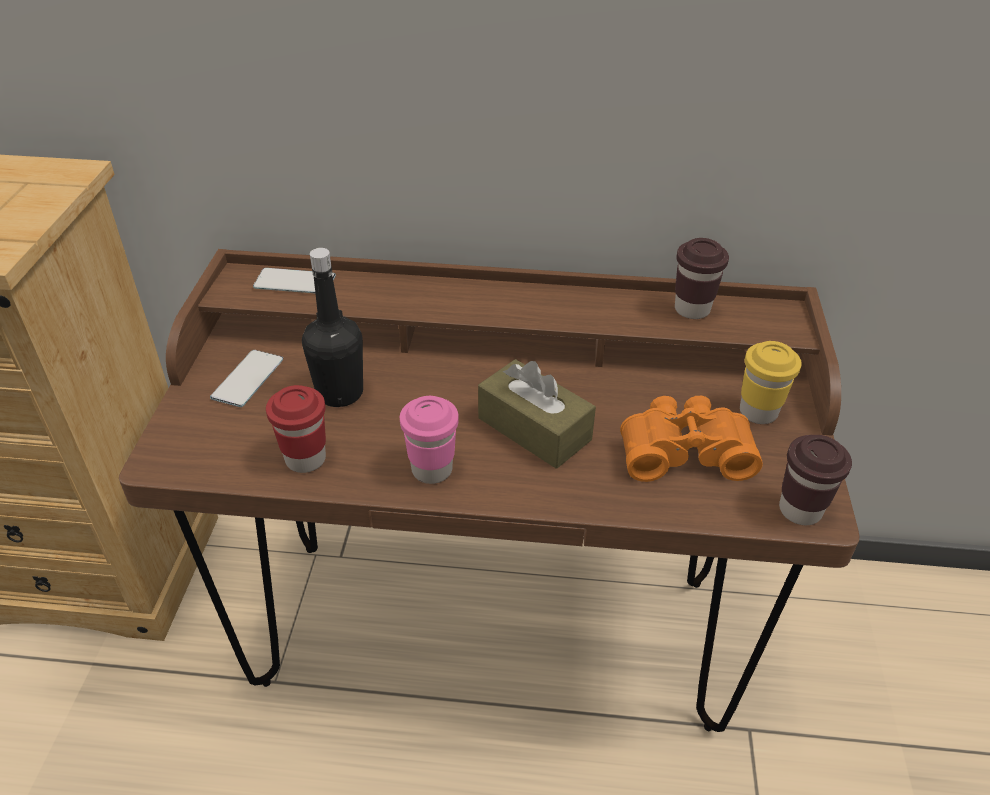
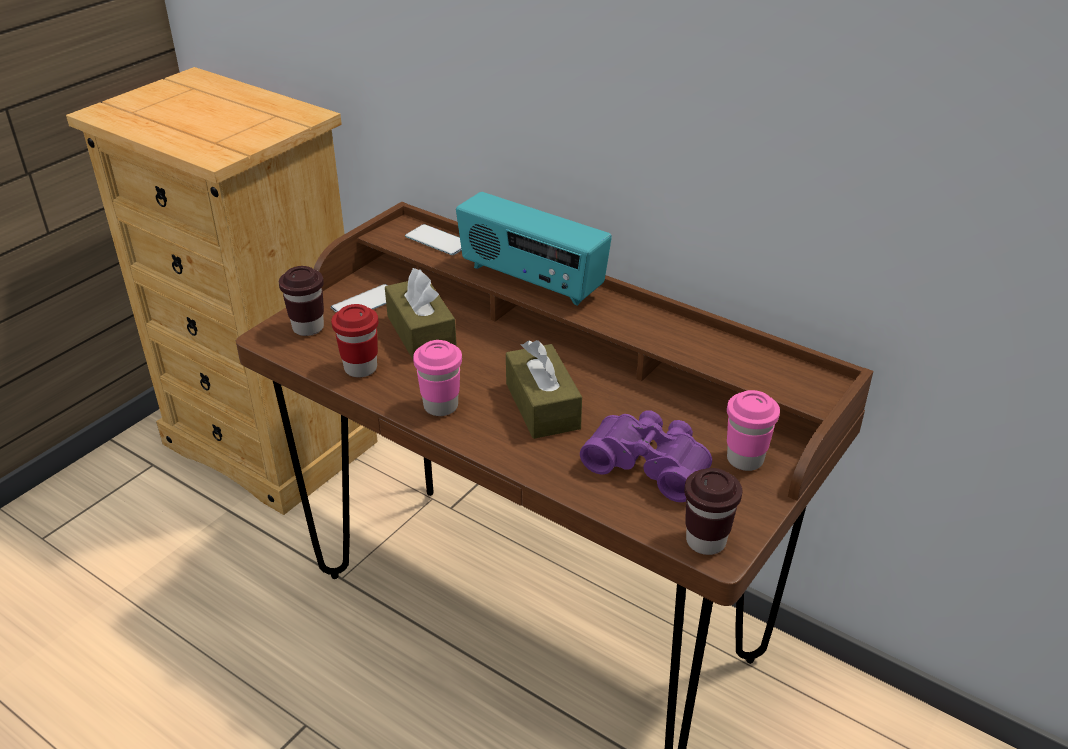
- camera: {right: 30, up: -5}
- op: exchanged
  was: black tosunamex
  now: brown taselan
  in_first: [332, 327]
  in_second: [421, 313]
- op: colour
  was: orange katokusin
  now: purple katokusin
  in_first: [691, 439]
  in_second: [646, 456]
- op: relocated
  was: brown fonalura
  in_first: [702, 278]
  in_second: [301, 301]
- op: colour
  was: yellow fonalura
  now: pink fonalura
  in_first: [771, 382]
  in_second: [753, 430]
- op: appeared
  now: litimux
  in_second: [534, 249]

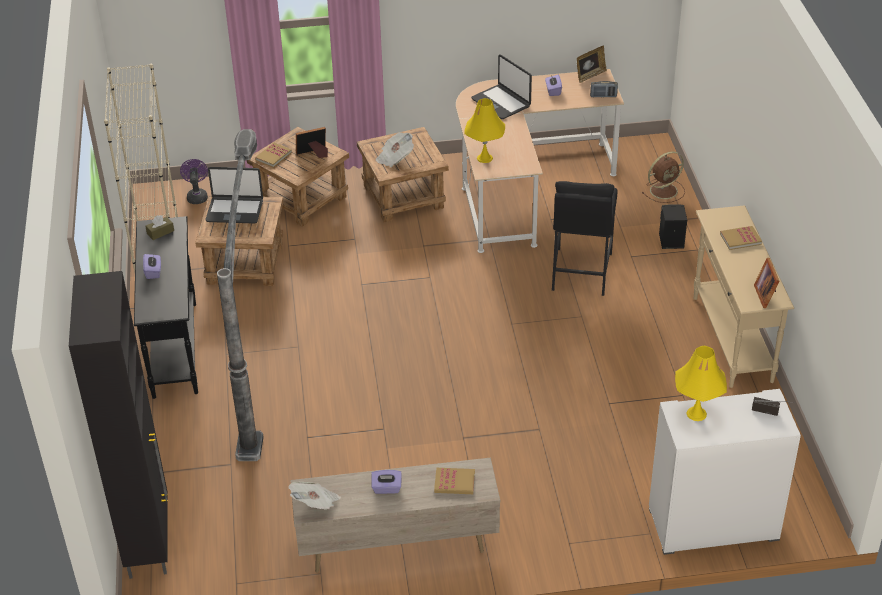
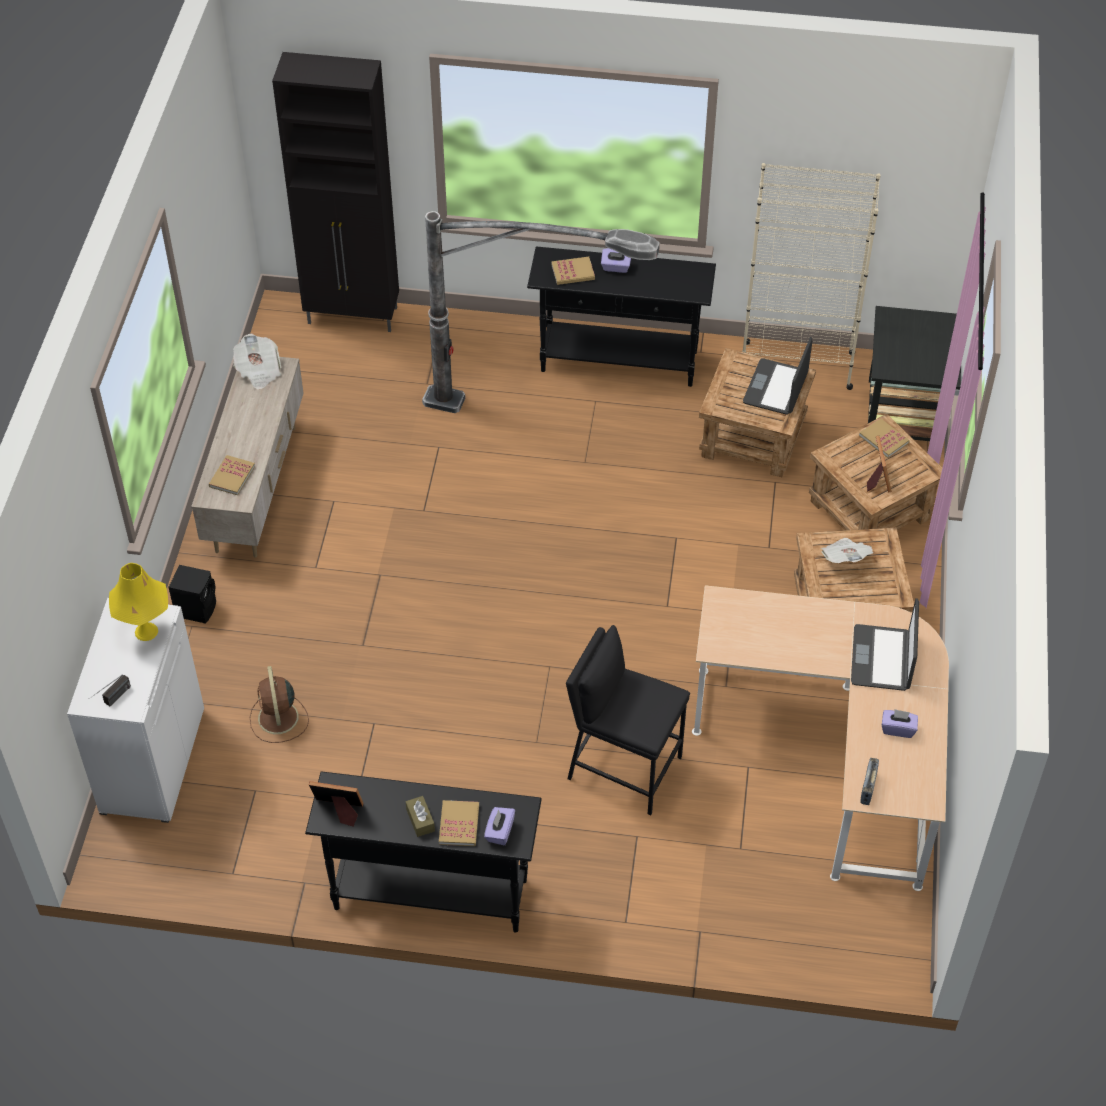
- camera: {right: 105, up: 10}
- op: relocated
  was: brown taselan
  in_first: [159, 227]
  in_second: [420, 816]
- op: exchanged
  was: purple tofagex
  now: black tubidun
  in_first: [194, 181]
  in_second: [914, 373]
- op: relocated
  was: purple taselan
  in_first: [386, 482]
  in_second: [499, 826]
- op: missing
  was: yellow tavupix
  in_first: [484, 130]
- op: spun
  was: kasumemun
  in_first: [501, 87]
  in_second: [885, 644]
  clockwise: -60
- op: missing
  was: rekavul
  in_first: [592, 64]
- op: relocated
  was: brown tofagex
  in_first: [663, 177]
  in_second: [279, 704]
- op: relocated
  was: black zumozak
  in_first: [673, 226]
  in_second: [192, 594]
- op: colour
  was: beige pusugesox
  now: black pusugesox
  in_first: [743, 296]
  in_second: [423, 852]
- op: appeared
  now: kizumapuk
  in_second: [573, 271]

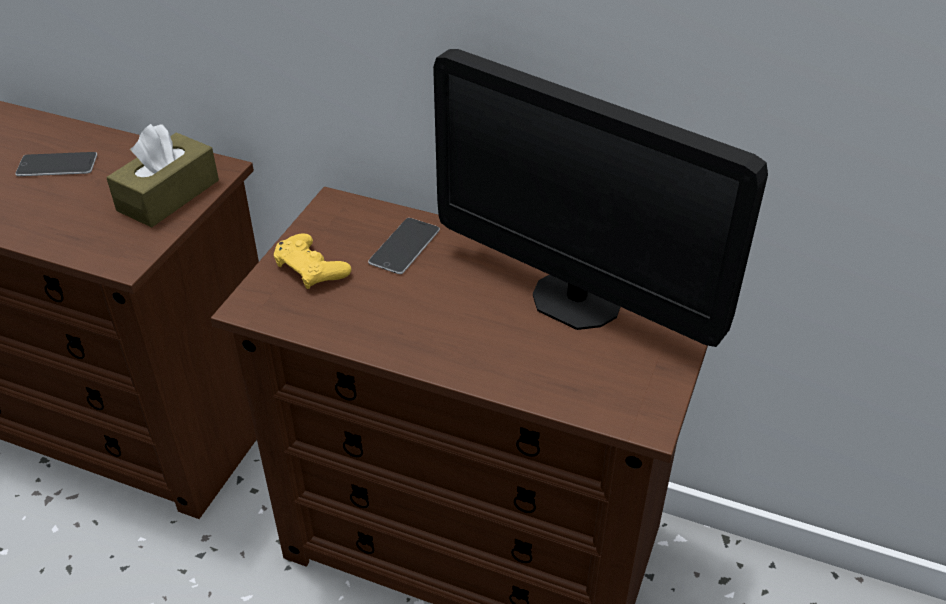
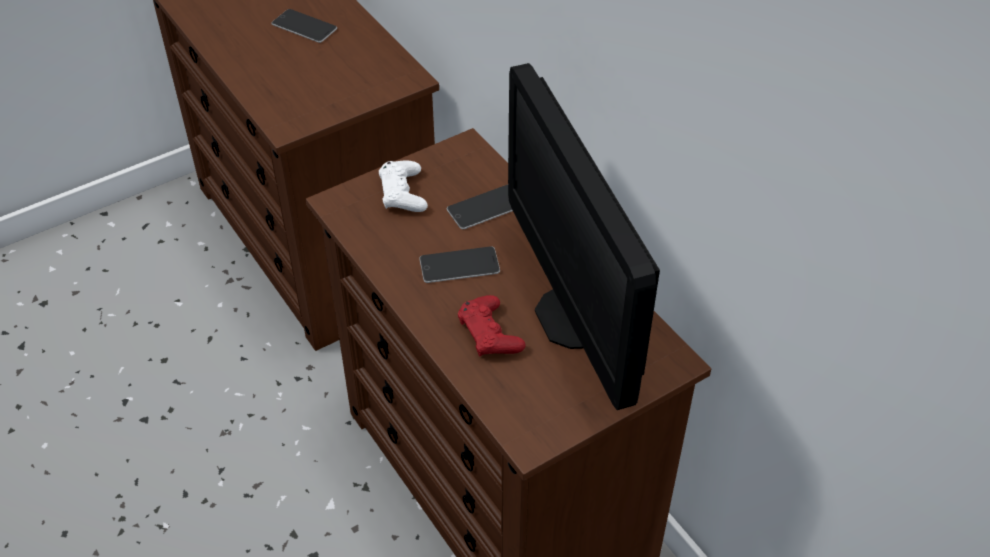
- camera: {right: 35, up: 5}
- op: missing
  was: brown taselan
  in_first: [162, 175]
- op: colour
  was: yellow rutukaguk
  now: white rutukaguk
  in_first: [312, 261]
  in_second: [403, 186]
- op: appeared
  now: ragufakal
  in_second: [459, 264]
- op: appeared
  now: red rutukaguk
  in_second: [492, 325]

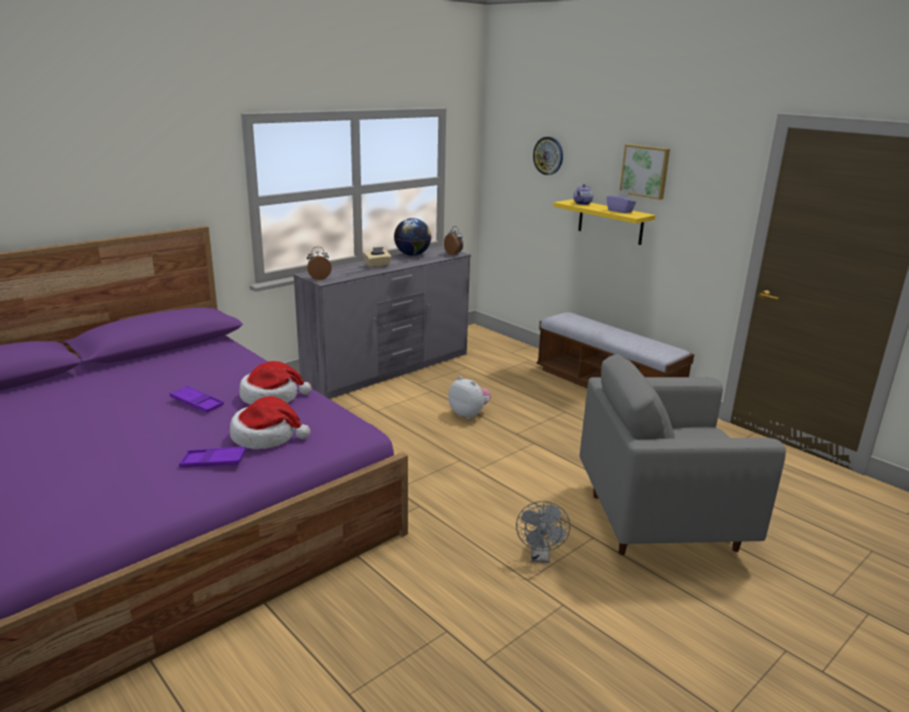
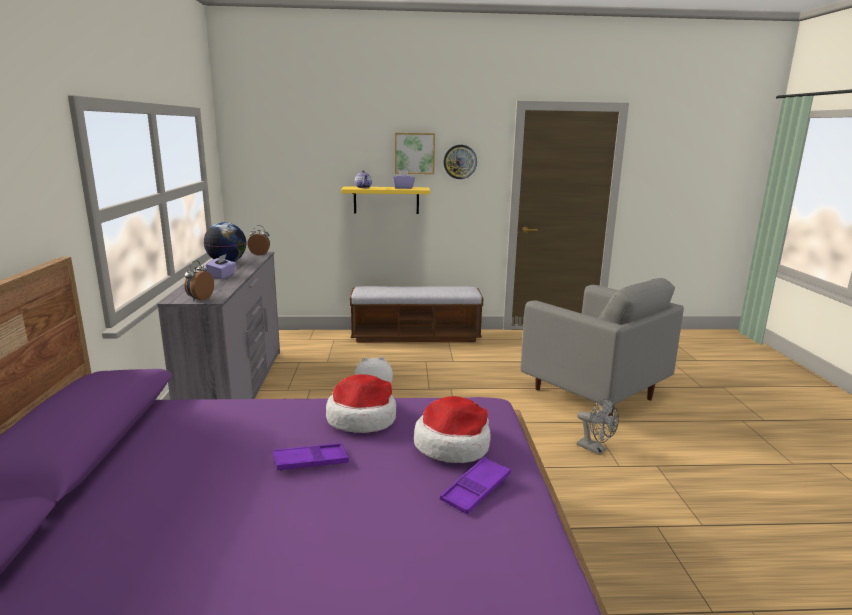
- camera: {right: -50, up: -5}
- op: colour
  was: beige taselan
  now: purple taselan
  in_first: [377, 257]
  in_second: [221, 266]
- op: relocated
  was: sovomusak
  in_first: [548, 156]
  in_second: [460, 162]
- op: spun
  was: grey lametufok
  in_first: [683, 454]
  in_second: [602, 347]
  clockwise: -75

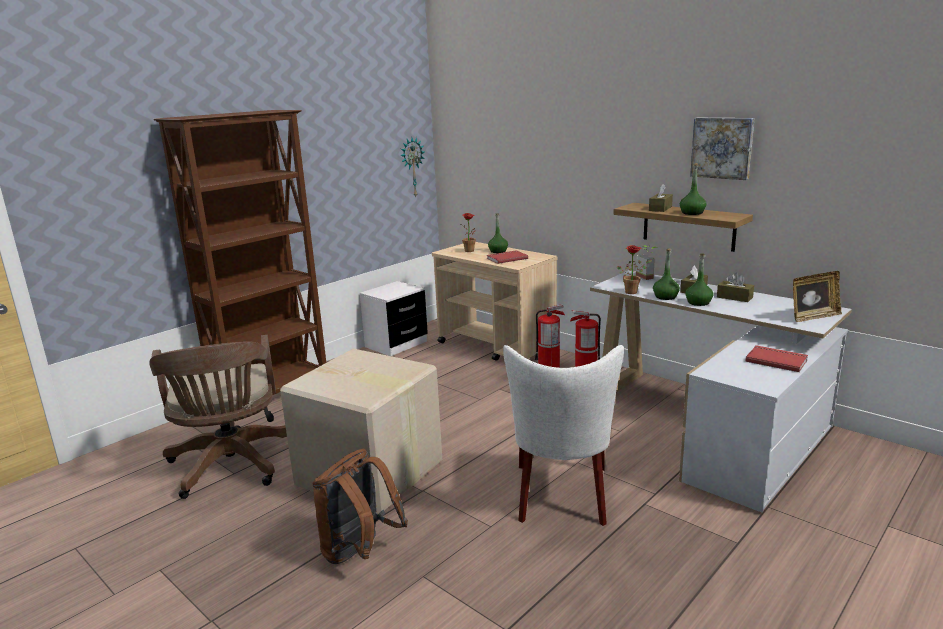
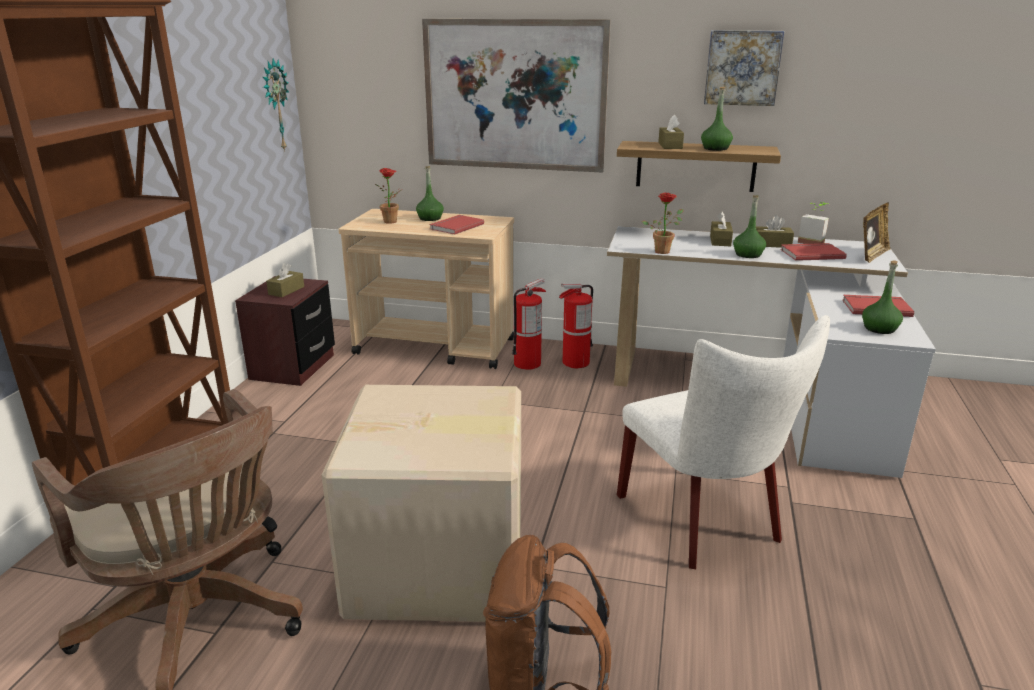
- camera: {right: -30, up: 5}
- op: colour
  was: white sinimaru
  now: brown sinimaru
  in_first: [394, 318]
  in_second: [285, 331]
- op: relocated
  was: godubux
  in_first: [646, 263]
  in_second: [813, 223]
- op: relocated
  was: green tosunamex
  in_first: [666, 274]
  in_second: [882, 297]
- op: appeared
  now: brown taselan
  in_second: [285, 280]
- op: appeared
  now: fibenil
  in_second: [516, 96]
- op: appeared
  now: red kizumapuk
  in_second: [813, 252]

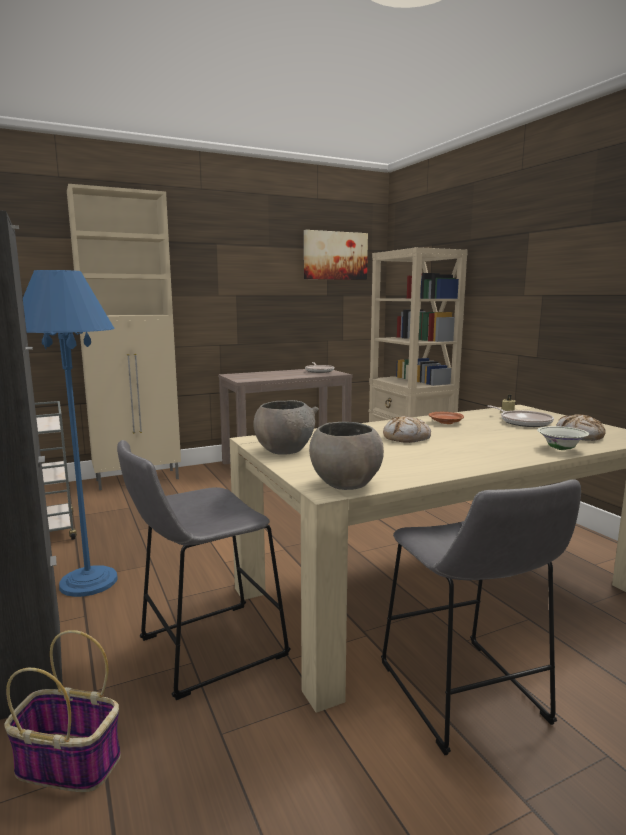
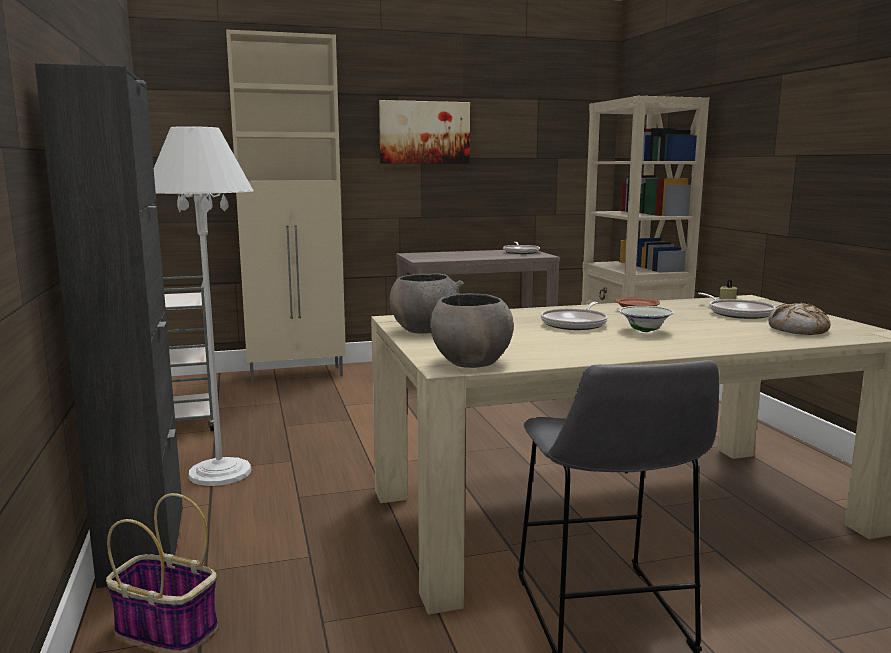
- camera: {right: 10, up: 0}
- op: colour
  was: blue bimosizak
  now: white bimosizak
  in_first: [70, 433]
  in_second: [204, 306]
- op: missing
  was: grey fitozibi
  in_first: [204, 570]
- op: relocated
  was: fibenil
  in_first: [336, 255]
  in_second: [424, 132]
- op: exchanged
  was: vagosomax
  now: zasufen
  in_first: [407, 429]
  in_second: [574, 316]
- op: relocated
  was: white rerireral
  in_first: [563, 438]
  in_second: [646, 319]

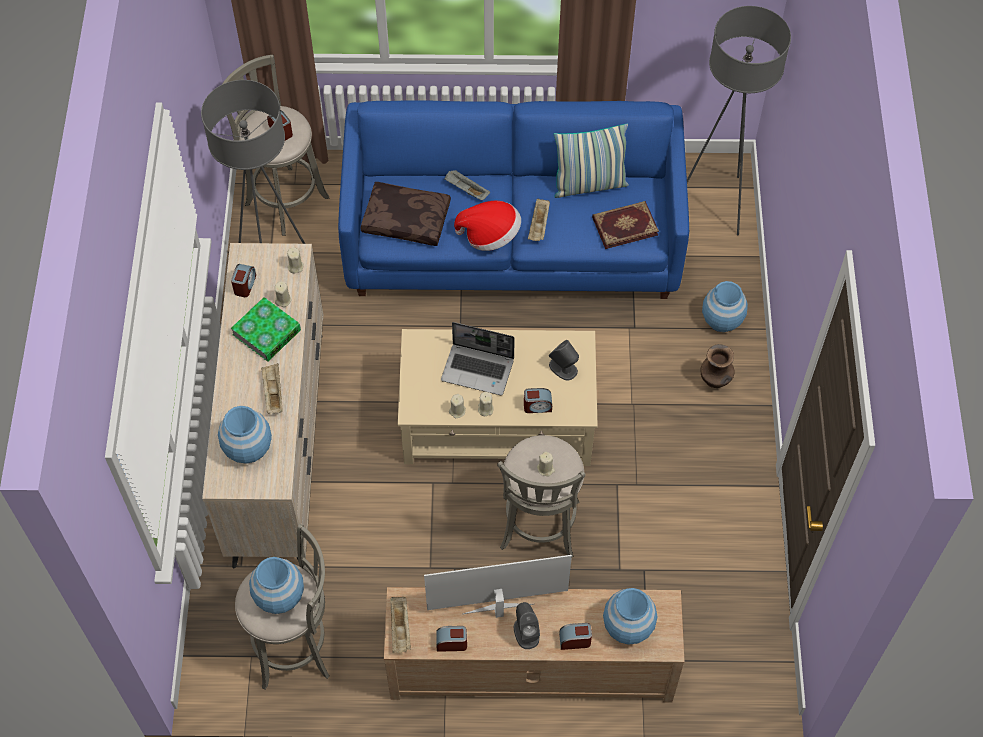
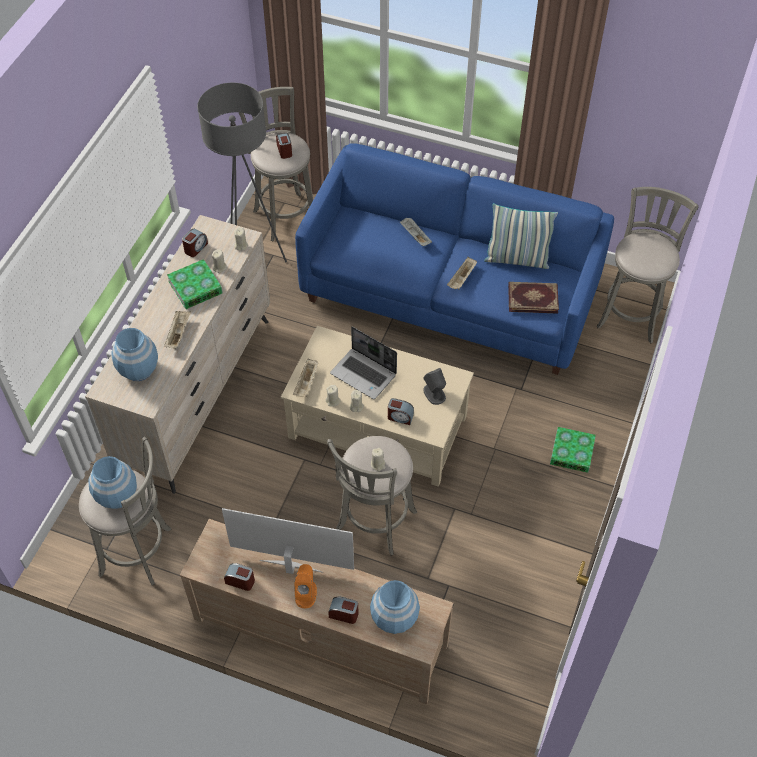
- camera: {right: 20, up: -5}
- op: missing
  was: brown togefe
  in_first: [405, 214]
- op: relocated
  was: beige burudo
  in_first: [401, 625]
  in_second: [305, 377]
- op: missing
  was: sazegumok
  in_first: [487, 226]
- op: colour
  was: grey zumozak
  now: orange zumozak
  in_first: [527, 625]
  in_second: [306, 586]
- op: exchanged
  was: grey bimosizak
  now: grey fitozibi
  in_first: [739, 120]
  in_second: [648, 265]
- op: exchanged
  was: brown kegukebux
  now: kizumapuk
  in_first: [717, 366]
  in_second: [573, 450]
- op: missing
  was: blue kegukebux
  in_first: [725, 306]

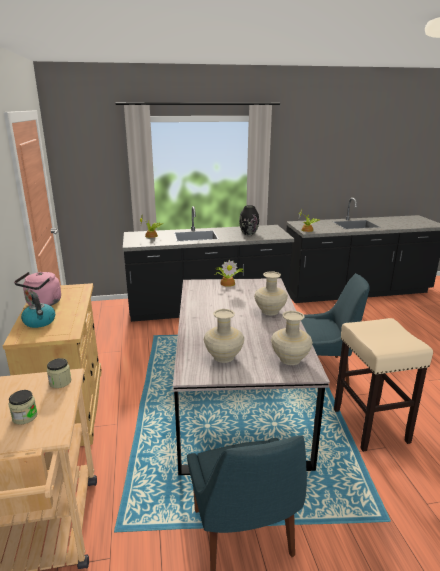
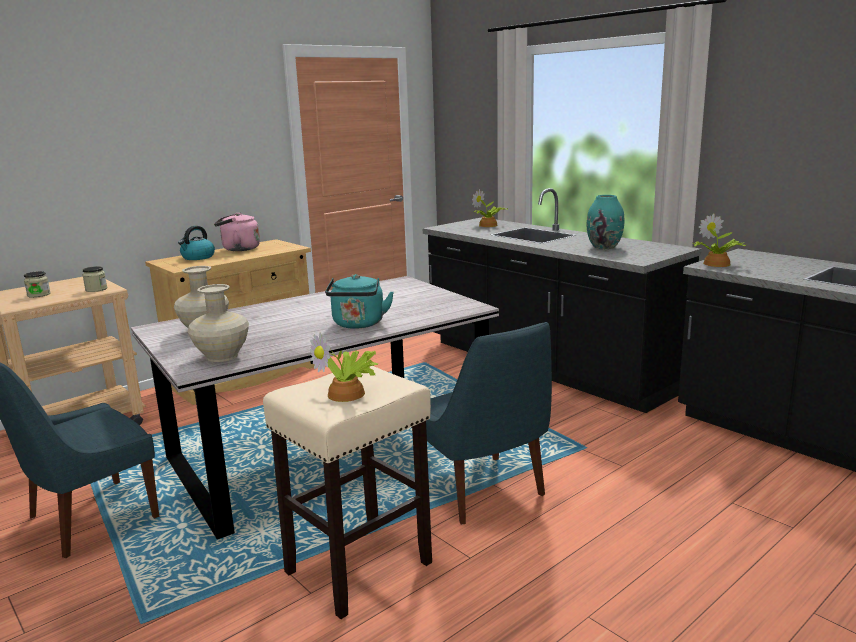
- camera: {right: 60, up: -5}
- op: relocated
  was: godubux
  in_first: [229, 273]
  in_second: [344, 367]
- op: colour
  was: black kegukebux
  now: turquoise kegukebux
  in_first: [249, 220]
  in_second: [605, 222]
- op: exchanged
  was: beige kegukebux
  now: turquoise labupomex
  in_first: [271, 293]
  in_second: [359, 301]

